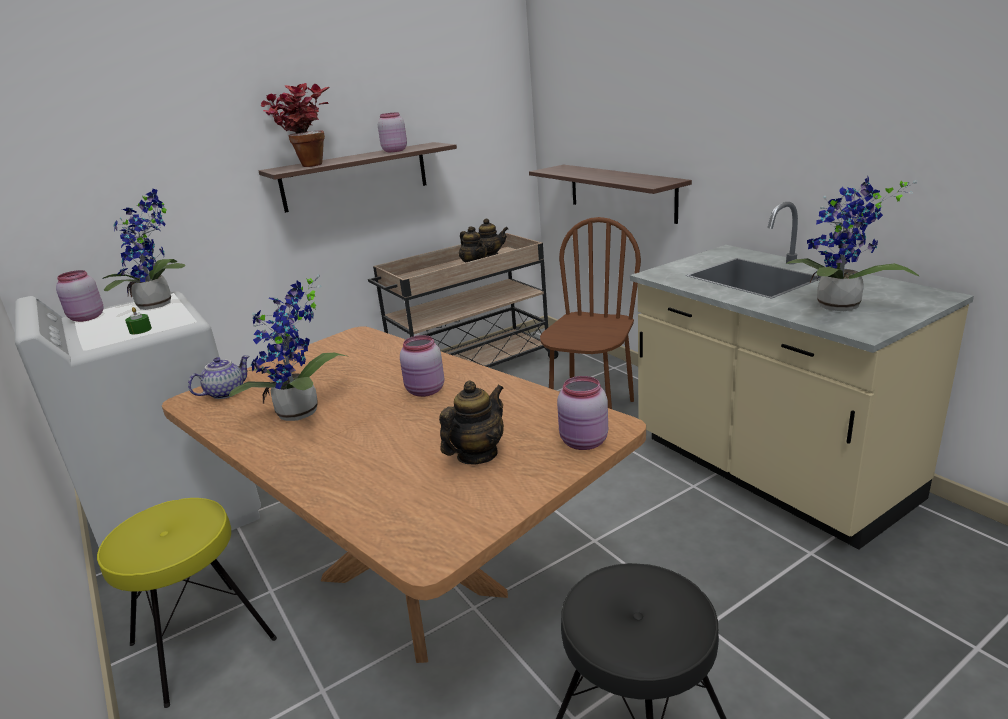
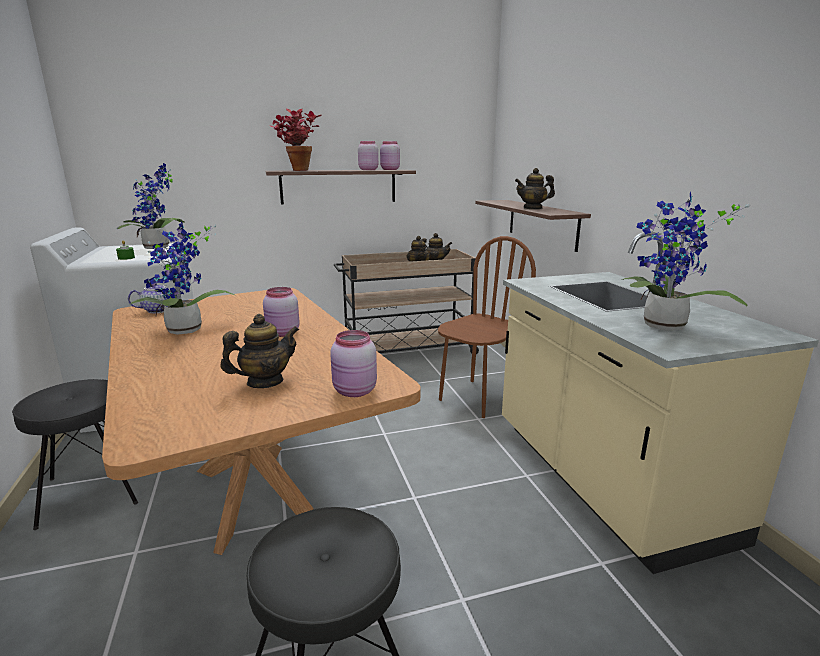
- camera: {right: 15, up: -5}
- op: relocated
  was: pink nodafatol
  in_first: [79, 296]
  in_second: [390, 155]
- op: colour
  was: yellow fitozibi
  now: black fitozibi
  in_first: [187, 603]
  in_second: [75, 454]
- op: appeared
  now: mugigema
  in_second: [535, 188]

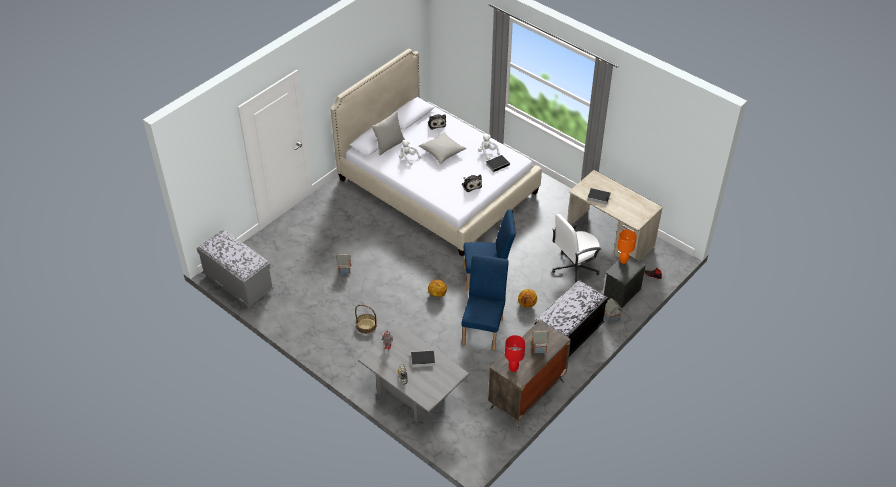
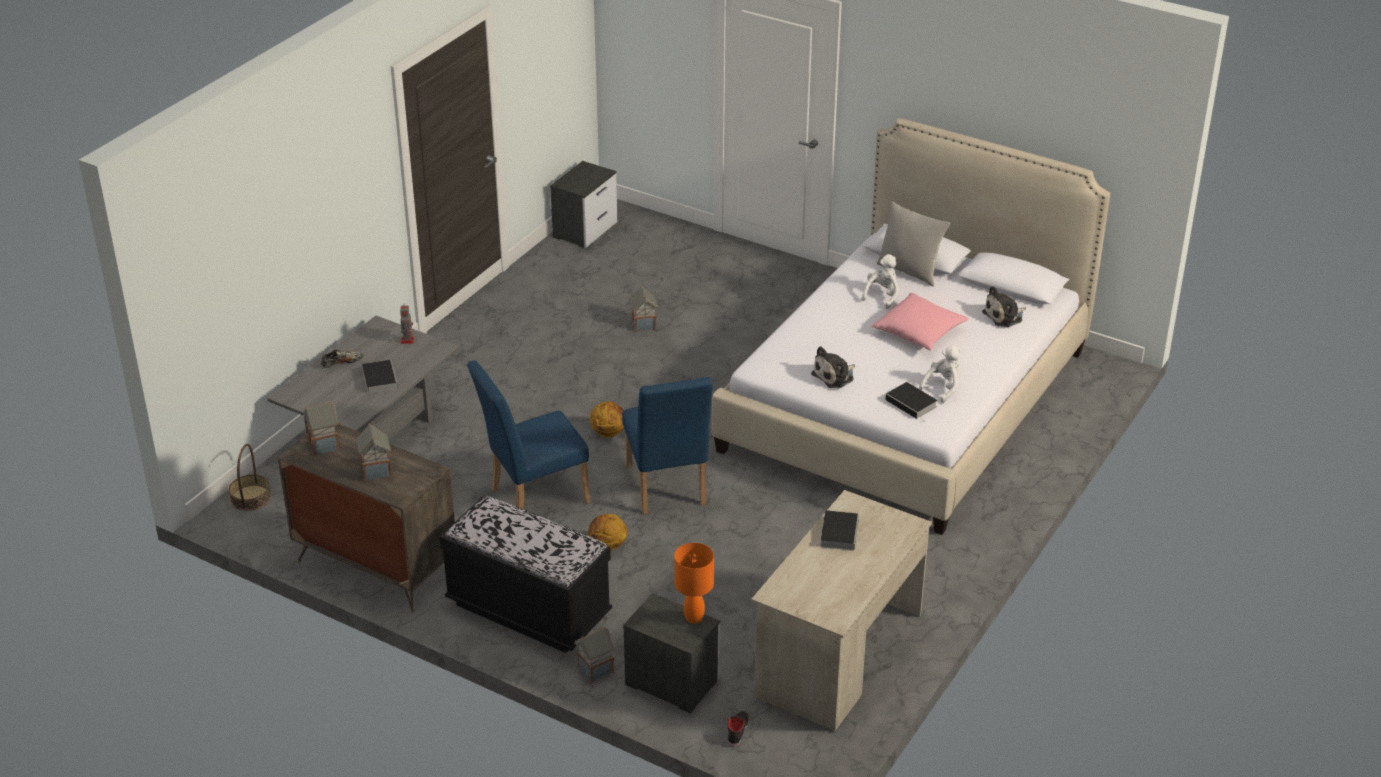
- camera: {right: 80, up: -10}
- op: exchanged
  was: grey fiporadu
  now: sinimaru
  in_first: [235, 268]
  in_second: [583, 204]
- op: relocated
  was: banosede
  in_first: [366, 319]
  in_second: [249, 477]
- op: colour
  was: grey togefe
  now: pink togefe
  in_first: [442, 148]
  in_second: [920, 321]
- op: spun
  was: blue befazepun
  in_first: [485, 302]
  in_second: [528, 434]
  clockwise: 150
- op: exchanged
  was: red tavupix
  now: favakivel
  in_first: [515, 353]
  in_second: [321, 428]
- op: missing
  was: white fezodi
  in_first: [576, 248]

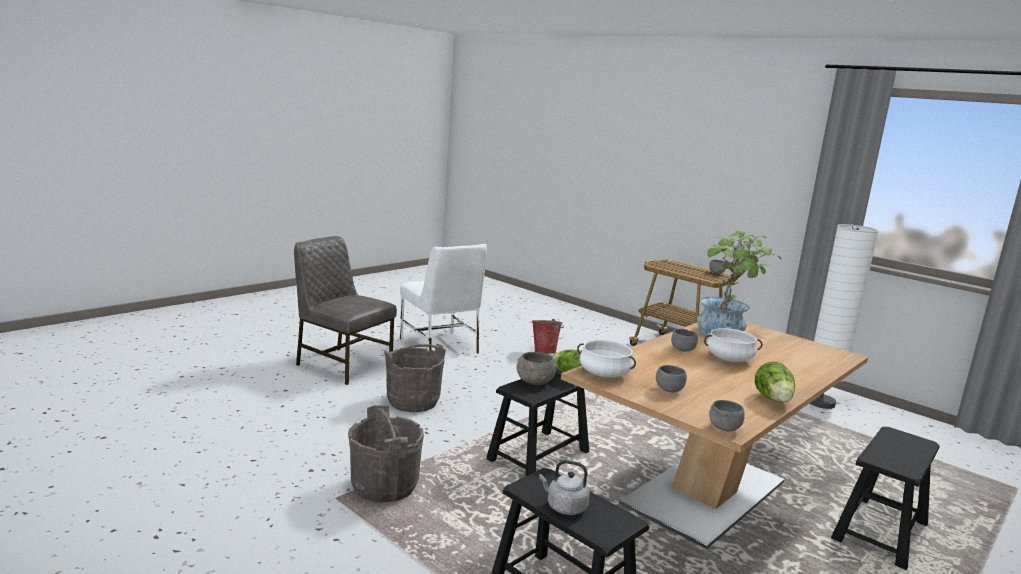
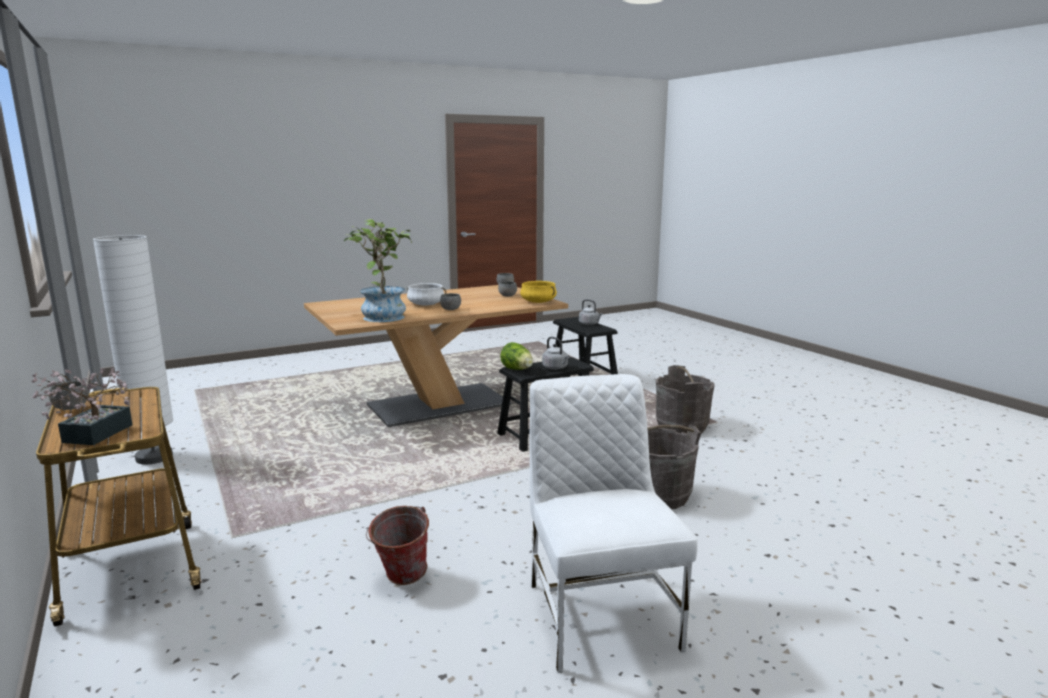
- camera: {right: -160, up: 0}
- op: missing
  was: grey befazepun
  in_first: [345, 310]
- op: exchanged
  was: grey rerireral
  now: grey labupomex
  in_first: [536, 368]
  in_second: [555, 353]
- op: colour
  was: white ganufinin
  now: yellow ganufinin
  in_first: [606, 359]
  in_second: [538, 292]
- op: missing
  was: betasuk
  in_first: [775, 382]
- op: missing
  was: black fitozibi
  in_first: [885, 498]
- op: appeared
  now: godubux
  in_second: [81, 406]

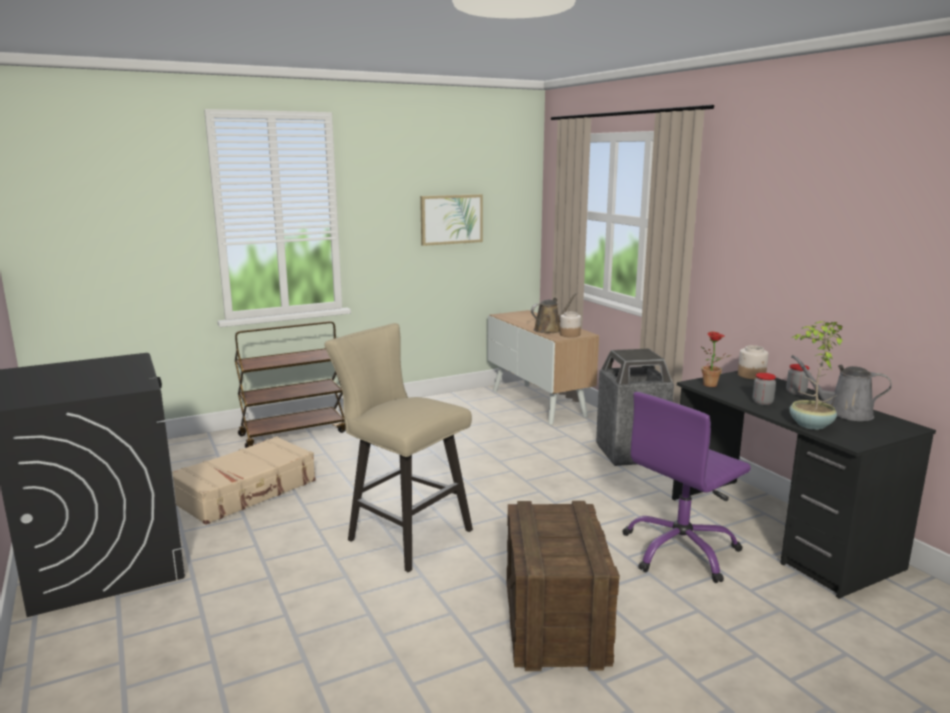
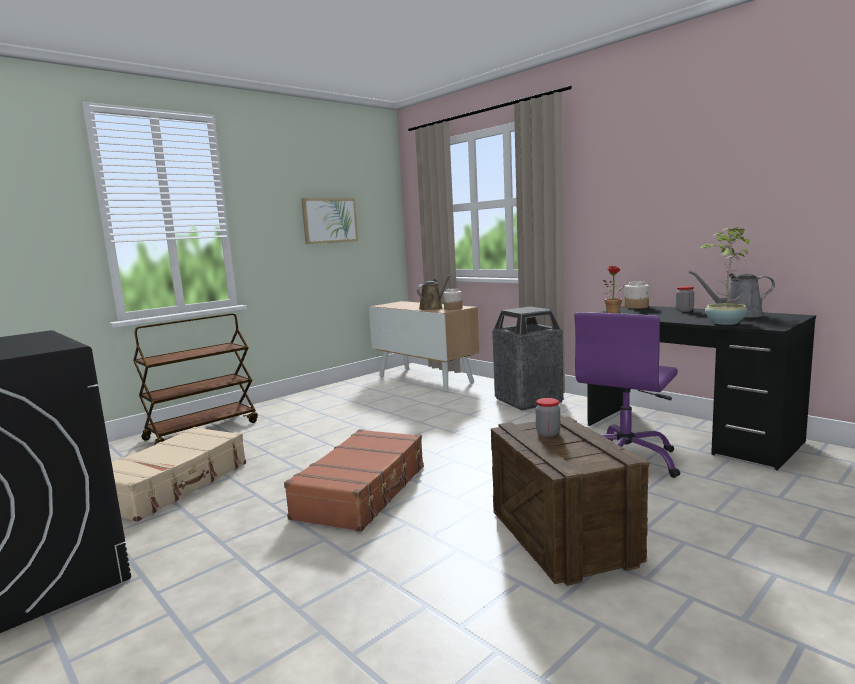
- camera: {right: -15, up: -5}
- op: exchanged
  was: beige fitozibi
  now: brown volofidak
  in_first: [399, 448]
  in_second: [354, 480]
- op: relocated
  was: nodafatol
  in_first: [764, 389]
  in_second: [548, 417]

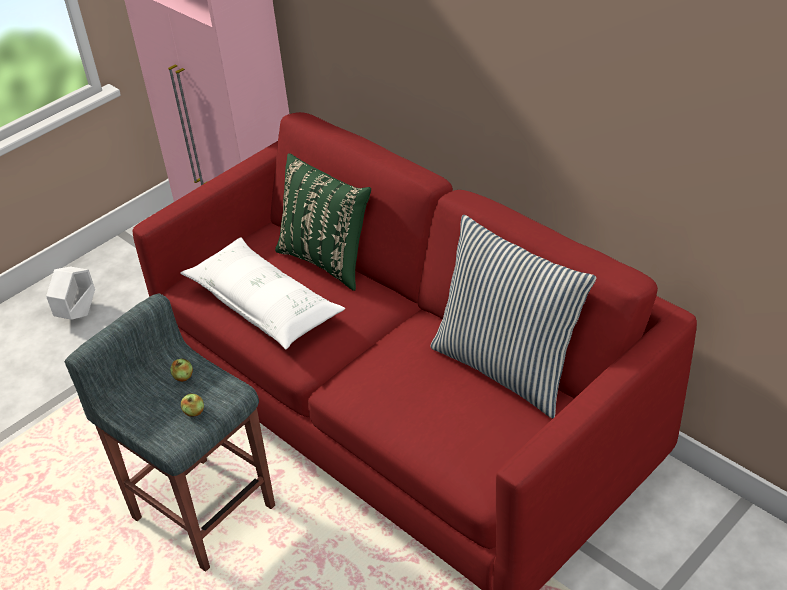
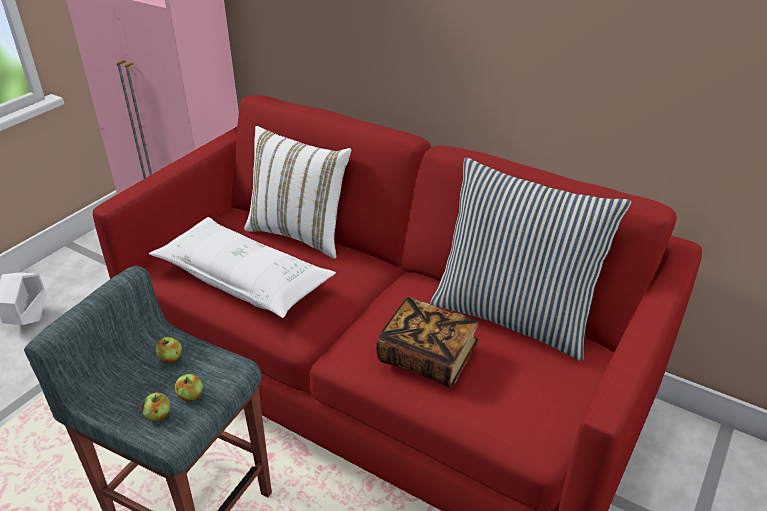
- camera: {right: -15, up: -5}
- op: colour
  was: green togefe
  now: white togefe
  in_first: [323, 222]
  in_second: [297, 192]
- op: appeared
  now: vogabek
  in_second: [155, 406]
- op: appeared
  now: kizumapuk
  in_second: [427, 342]

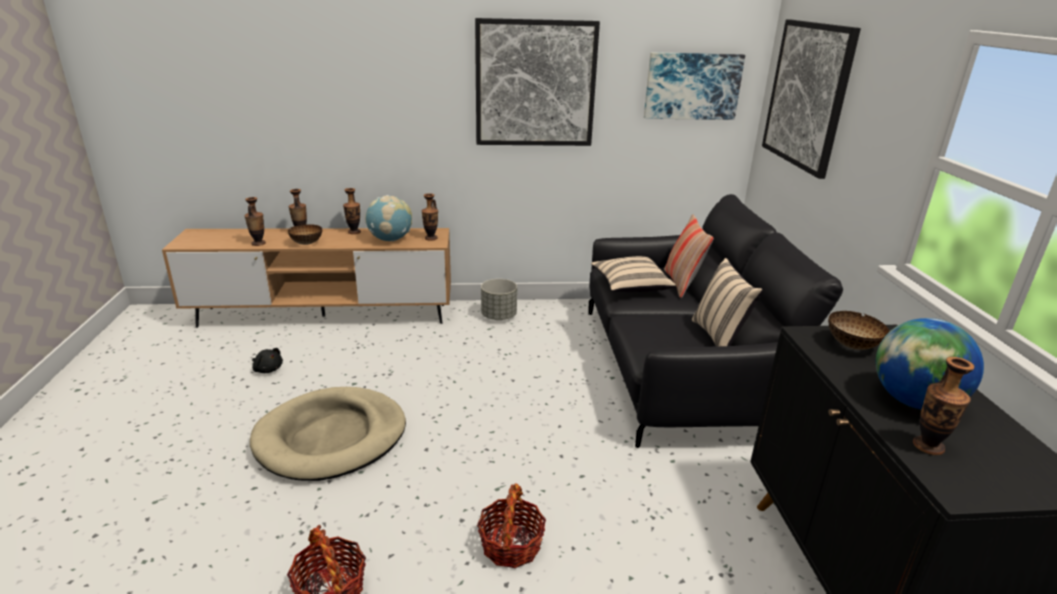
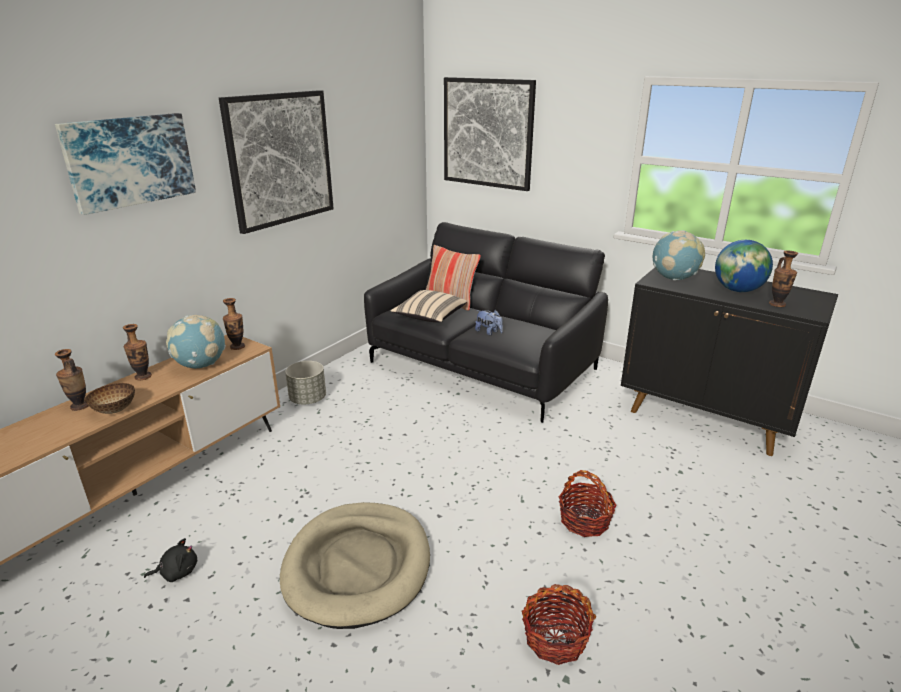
- camera: {right: -50, up: 0}
- op: missing
  was: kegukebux
  in_first: [255, 221]
- op: relocated
  was: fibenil
  in_first: [694, 86]
  in_second: [125, 164]
- op: missing
  was: beige togefe
  in_first: [727, 302]
- op: exchanged
  was: rerireral
  now: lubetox
  in_first: [859, 330]
  in_second: [679, 255]
- op: appeared
  now: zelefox
  in_second: [489, 322]

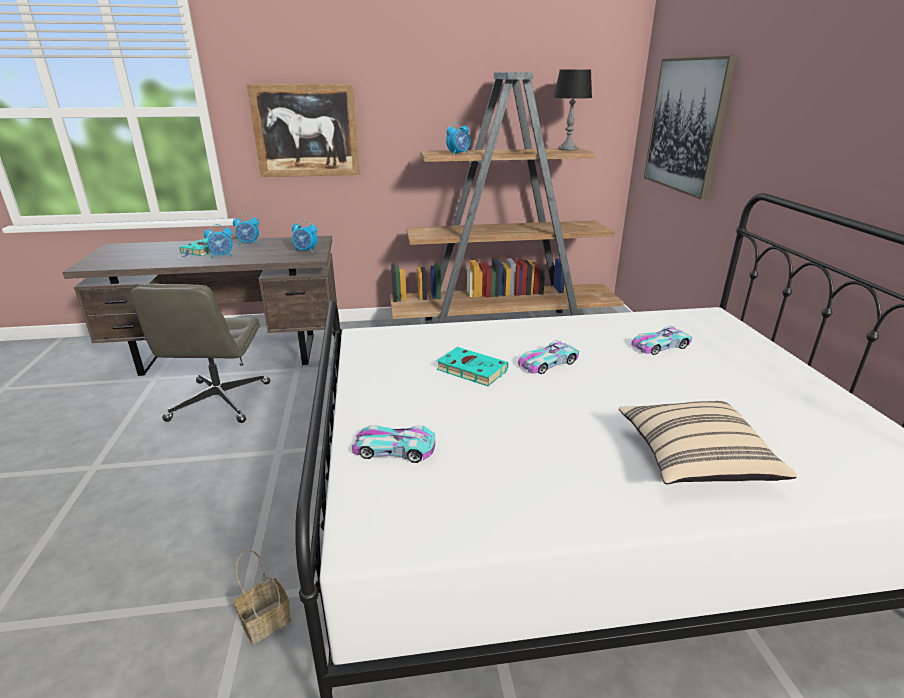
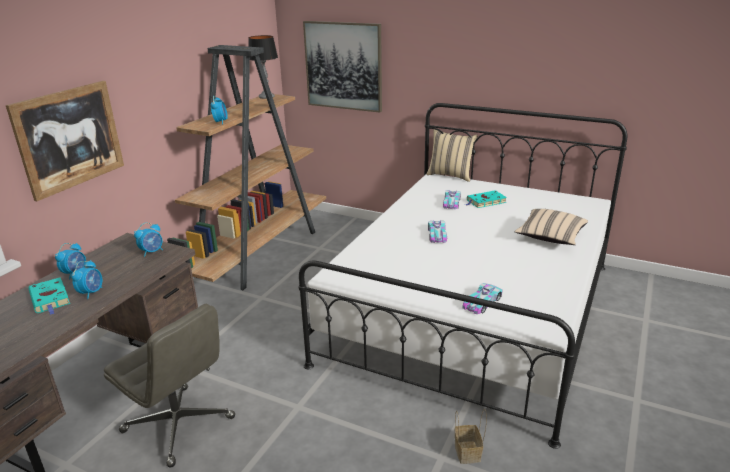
- camera: {right: -55, up: 0}
- op: relocated
  was: turquoise kizumapuk
  in_first: [473, 366]
  in_second: [486, 199]
- op: appeared
  now: beige togefe
  in_second: [452, 155]

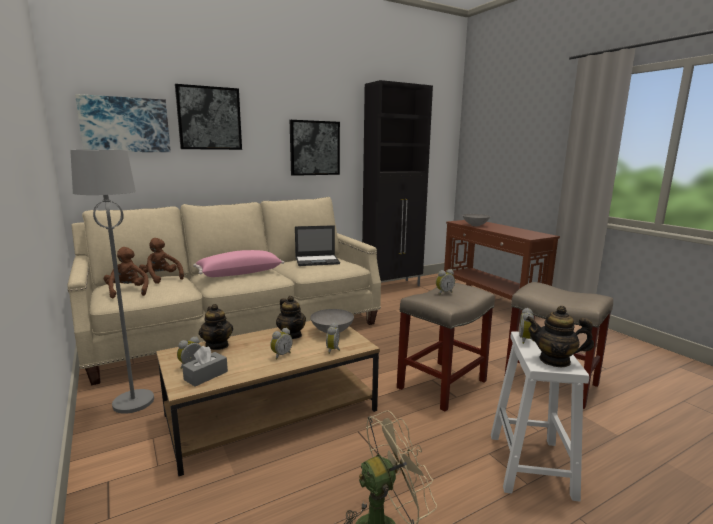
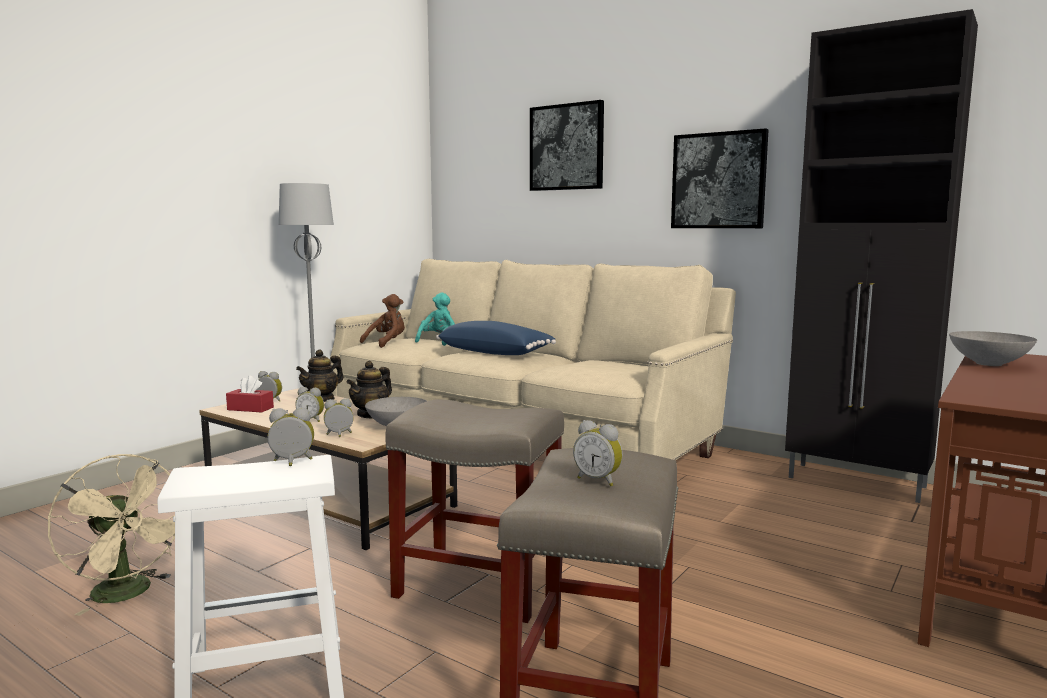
- camera: {right: 65, up: -5}
- op: missing
  was: fibenil
  in_first: [123, 123]
- op: colour
  was: brown zelefox
  now: turquoise zelefox
  in_first: [161, 261]
  in_second: [435, 319]
- op: colour
  was: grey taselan
  now: red taselan
  in_first: [205, 366]
  in_second: [250, 393]
- op: colour
  was: pink togefe
  now: blue togefe
  in_first: [238, 263]
  in_second: [496, 338]
- op: missing
  was: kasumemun
  in_first: [317, 245]
- op: relocated
  was: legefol
  in_first: [445, 281]
  in_second: [598, 453]
- op: missing
  was: mugigema
  in_first: [560, 336]

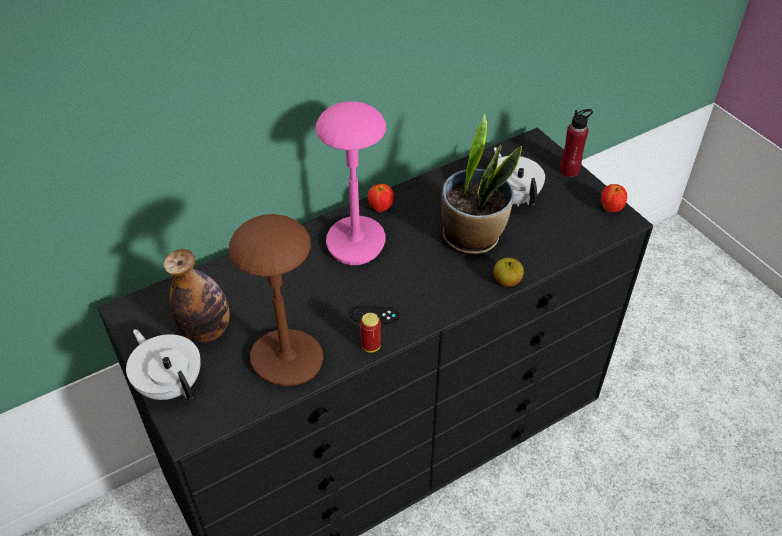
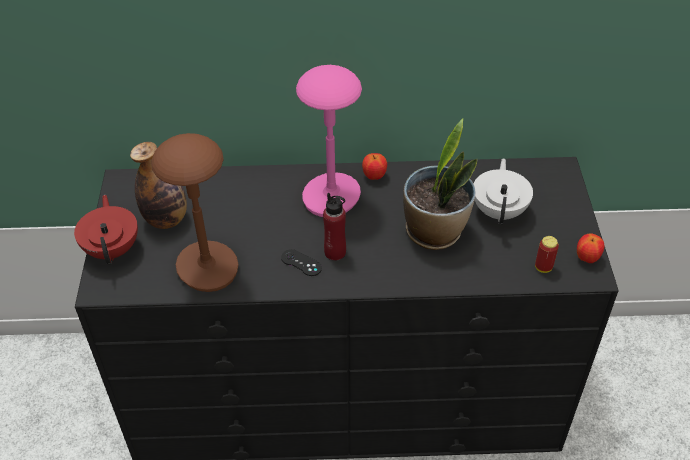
- camera: {right: 30, up: 0}
- op: colour
  was: white mugigema
  now: red mugigema
  in_first: [163, 364]
  in_second: [106, 229]
- op: relocated
  was: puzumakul
  in_first: [370, 333]
  in_second: [547, 254]
- op: missing
  was: vogabek
  in_first: [509, 272]
- op: relocated
  was: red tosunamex
  in_first: [576, 143]
  in_second: [334, 227]

